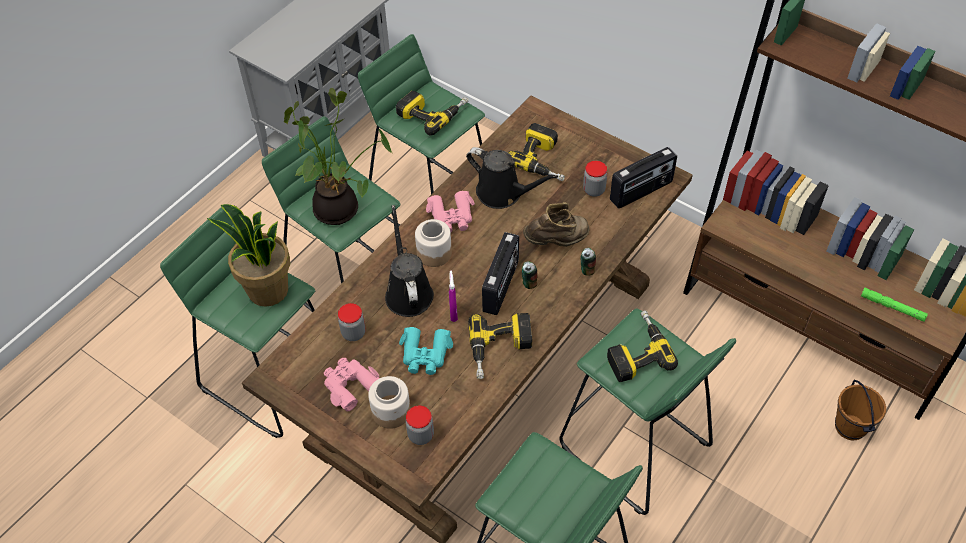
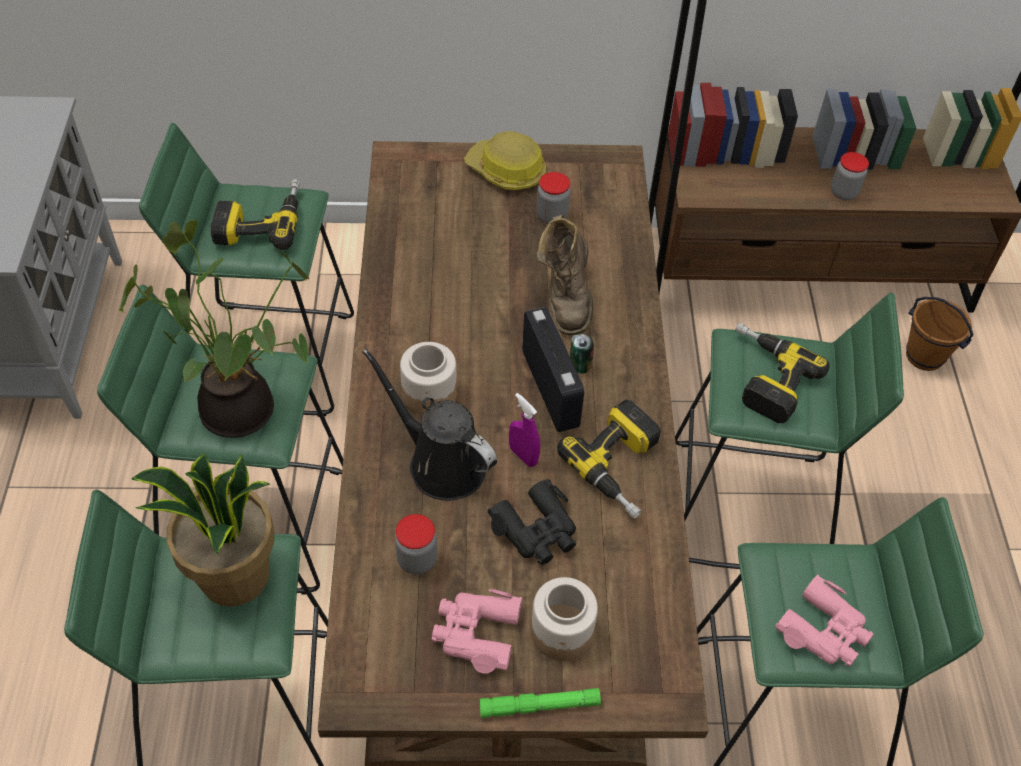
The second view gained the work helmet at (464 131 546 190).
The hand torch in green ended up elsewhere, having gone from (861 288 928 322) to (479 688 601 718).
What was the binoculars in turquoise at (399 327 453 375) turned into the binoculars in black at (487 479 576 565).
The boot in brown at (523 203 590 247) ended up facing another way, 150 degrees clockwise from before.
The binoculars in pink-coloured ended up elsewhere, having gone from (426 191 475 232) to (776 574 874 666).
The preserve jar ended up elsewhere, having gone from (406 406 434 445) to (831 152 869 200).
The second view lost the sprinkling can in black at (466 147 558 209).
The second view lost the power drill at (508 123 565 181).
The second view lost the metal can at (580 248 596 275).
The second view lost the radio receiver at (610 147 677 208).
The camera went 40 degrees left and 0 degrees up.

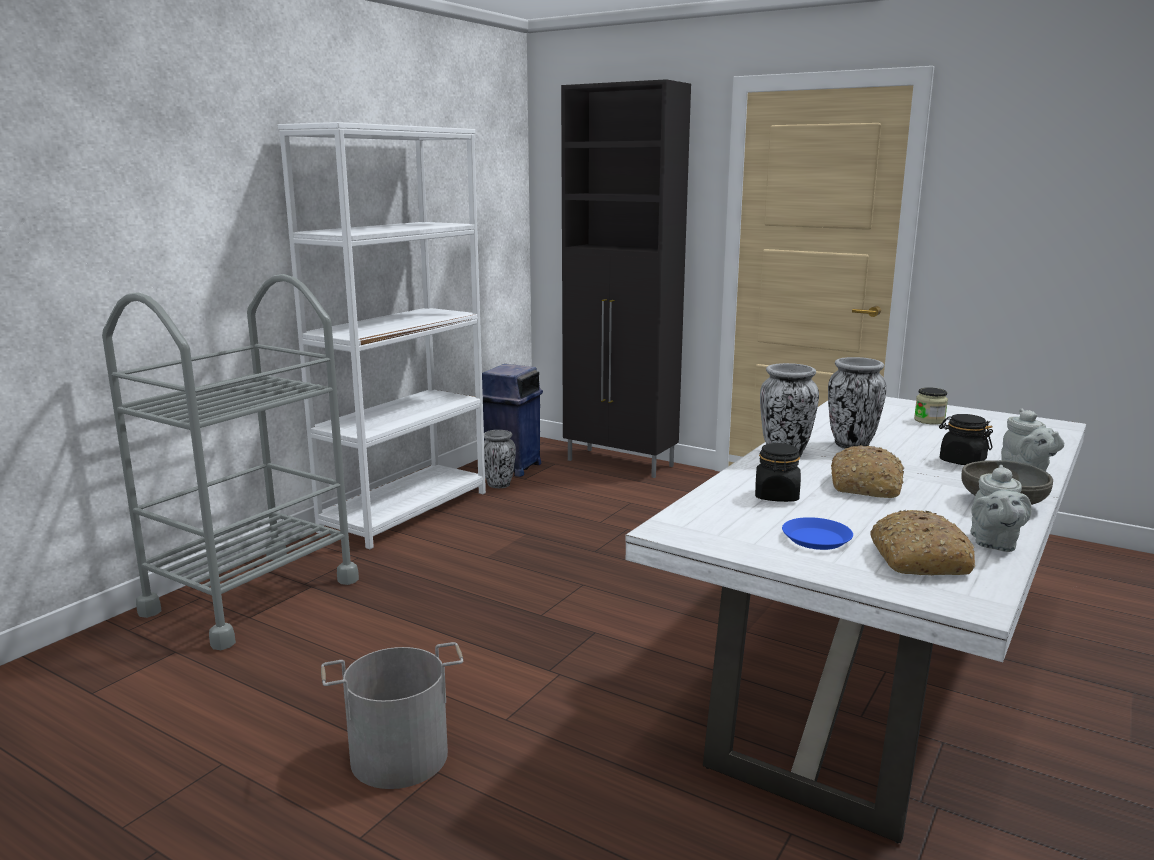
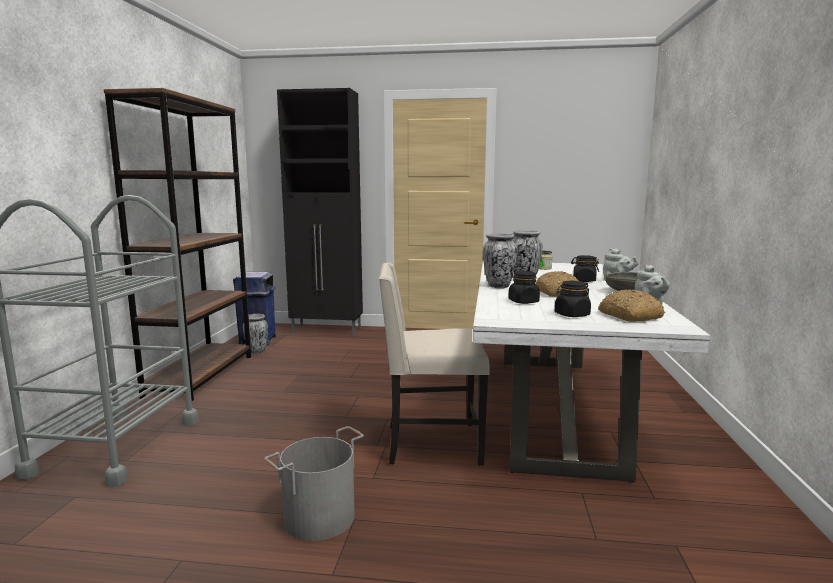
What was the shelving unit in white-coloured at (278 122 486 549) turned into the shelving unit in brown at (103 88 251 401).
The second view gained the chair in beige-coloured at (379 263 489 466).
Where the dinner plate in bluish stood at (782 517 853 550), the preserve jar in black came to stand at (555 281 591 317).
The camera went 25 degrees left and 5 degrees down.

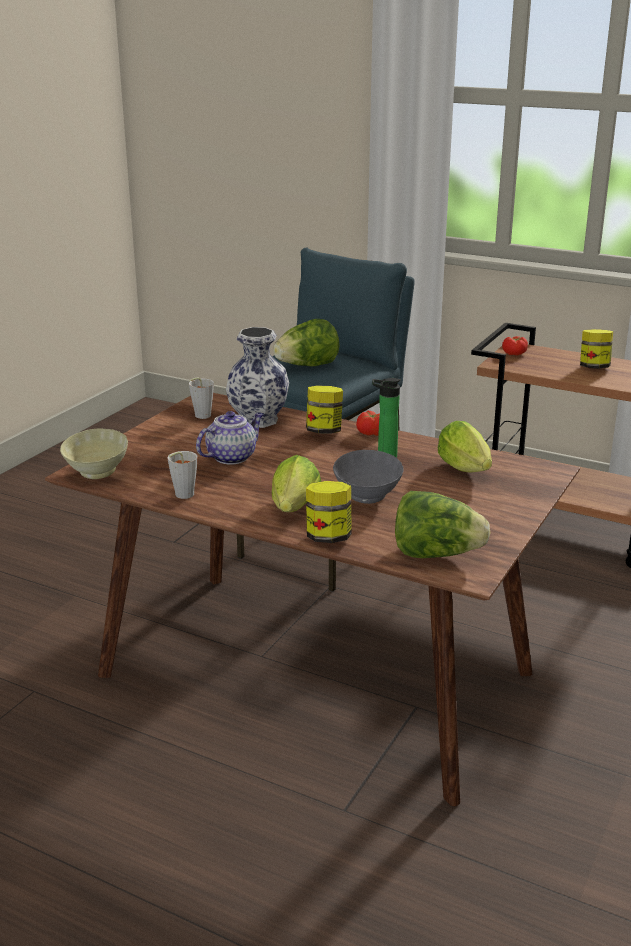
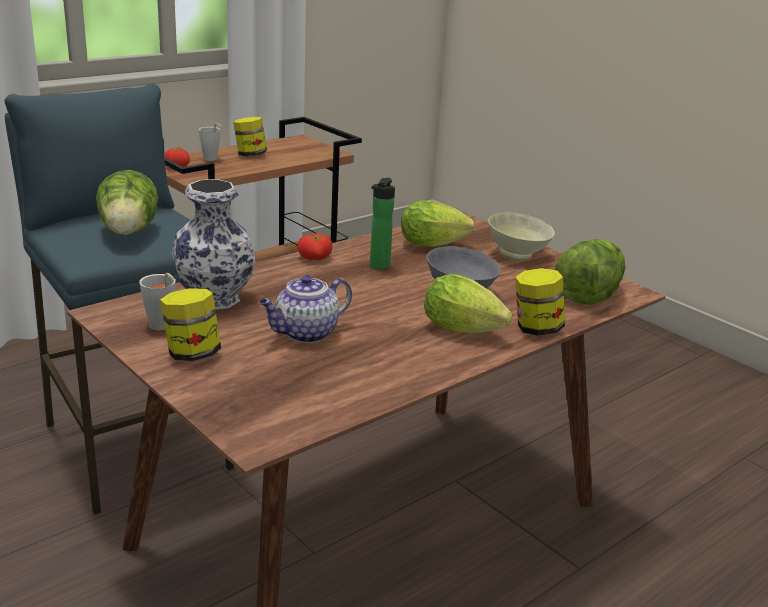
The preserve jar ended up elsewhere, having gone from (306 386 343 434) to (160 288 221 361).
The cup in gray ended up elsewhere, having gone from (168 451 197 499) to (199 123 221 161).
The tea pot at (196 411 264 465) ended up facing another way, 105 degrees counterclockwise from before.
The serving bowl in beige-coloured ended up elsewhere, having gone from (60 429 128 479) to (488 212 555 260).
The camera went 70 degrees left and 0 degrees up.

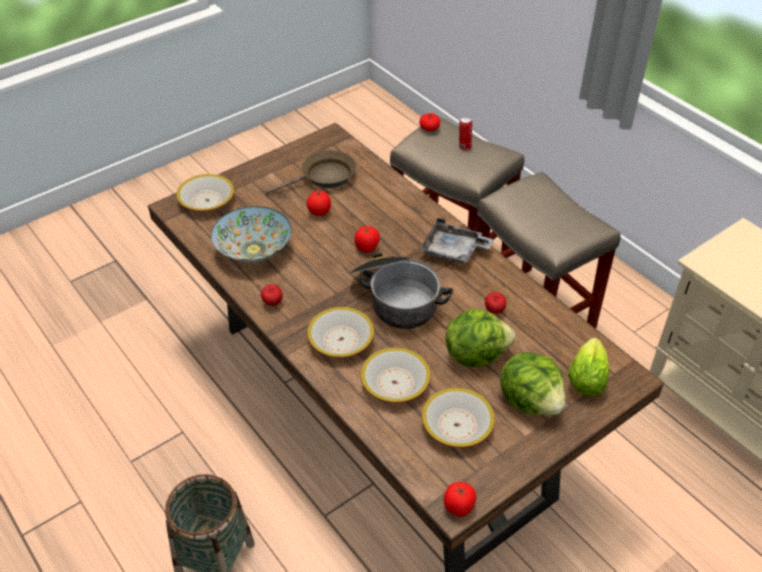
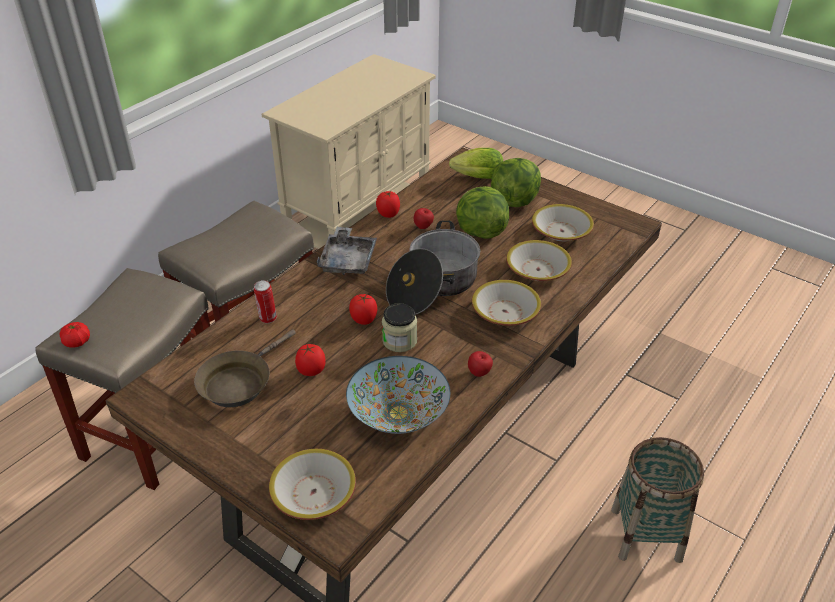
The skillet in brown at (265 150 356 194) ended up facing another way, 105 degrees counterclockwise from before.
The metal can ended up elsewhere, having gone from (459 116 472 150) to (254 280 277 323).
The fresh tomato ended up elsewhere, having gone from (444 482 476 517) to (376 191 400 218).
The second view gained the preserve jar at (382 303 417 352).
The camera went 105 degrees left and 5 degrees down.

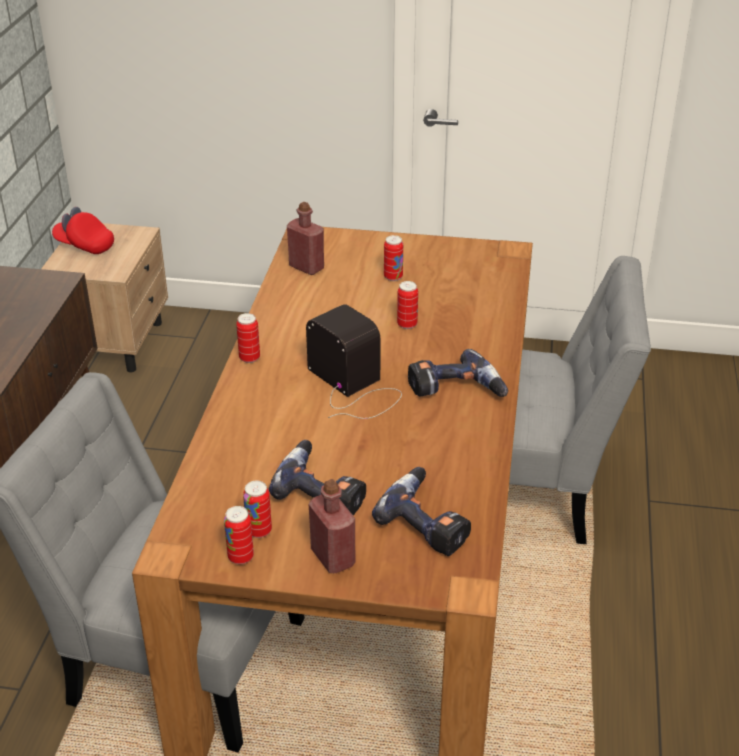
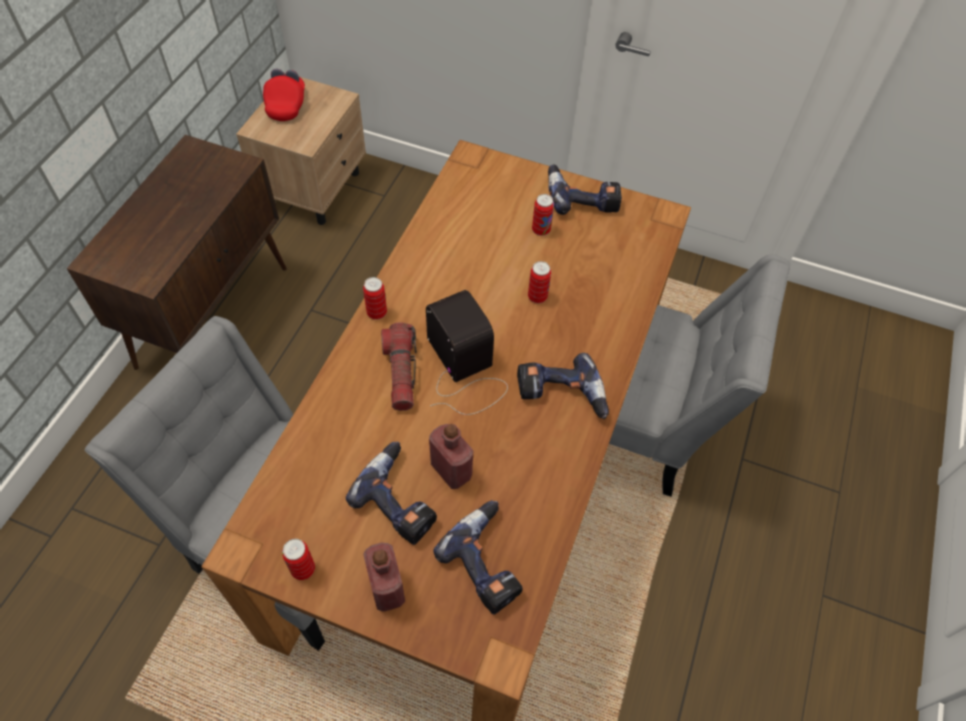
The cap in reddish at (52 207 114 254) ended up facing another way, 60 degrees clockwise from before.
The second view gained the hand torch at (381 322 417 411).
The beverage bottle in reddish ended up elsewhere, having gone from (287 202 324 275) to (429 424 474 489).
The second view gained the power drill at (548 165 622 215).
The second view lost the metal can at (243 480 272 538).
The camera went 10 degrees right and 20 degrees up.

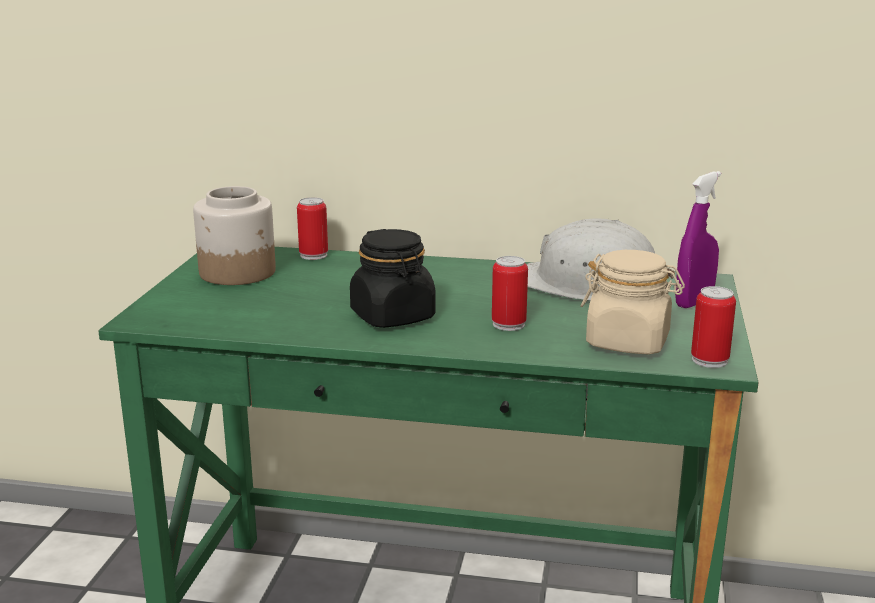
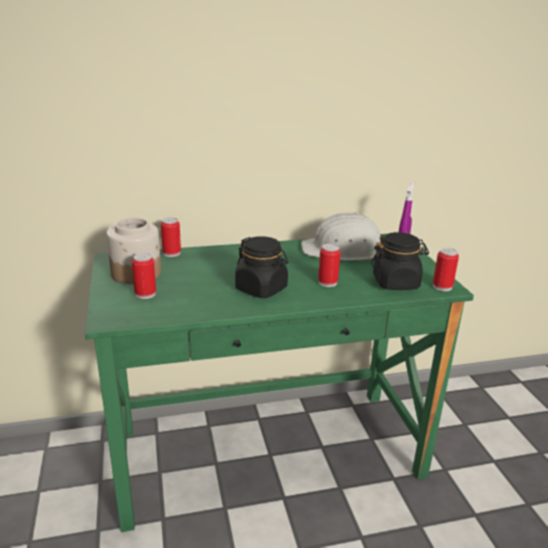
The second view gained the metal can at (132 253 156 299).
What was the preserve jar in beige-coloured at (581 250 685 355) turned into the preserve jar in black at (371 232 429 290).
The camera went 25 degrees left and 5 degrees up.

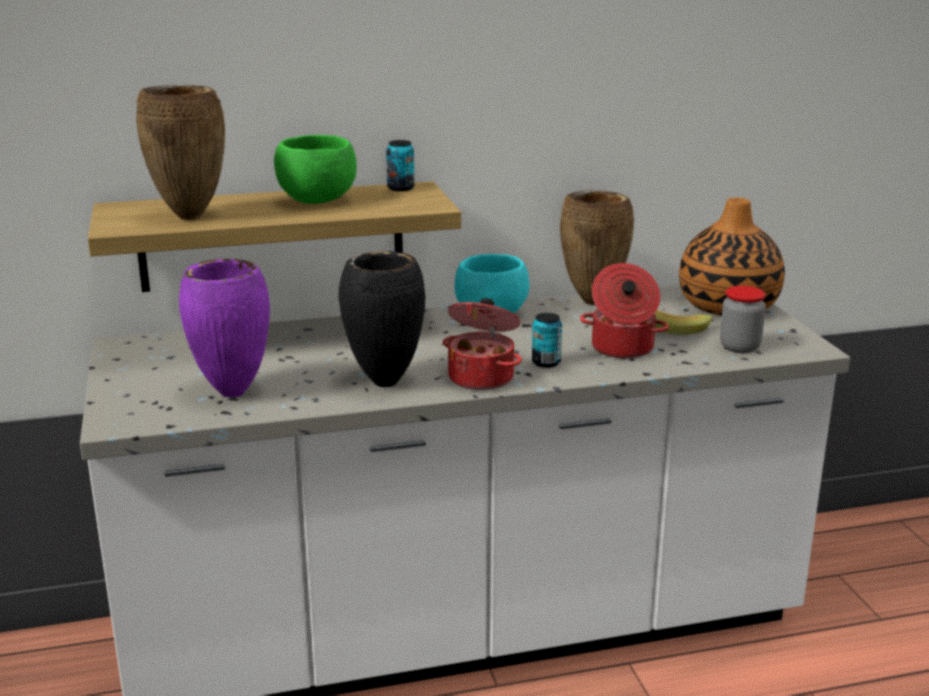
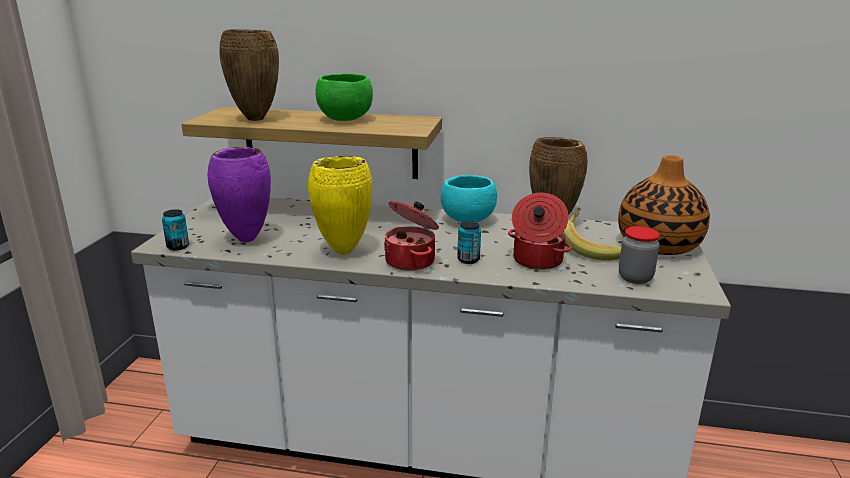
The metal can ended up elsewhere, having gone from (386 140 414 191) to (162 209 189 251).
What was the flower vase in black at (338 251 425 387) turned into the flower vase in yellow at (308 156 372 255).
The camera went 25 degrees right and 0 degrees up.

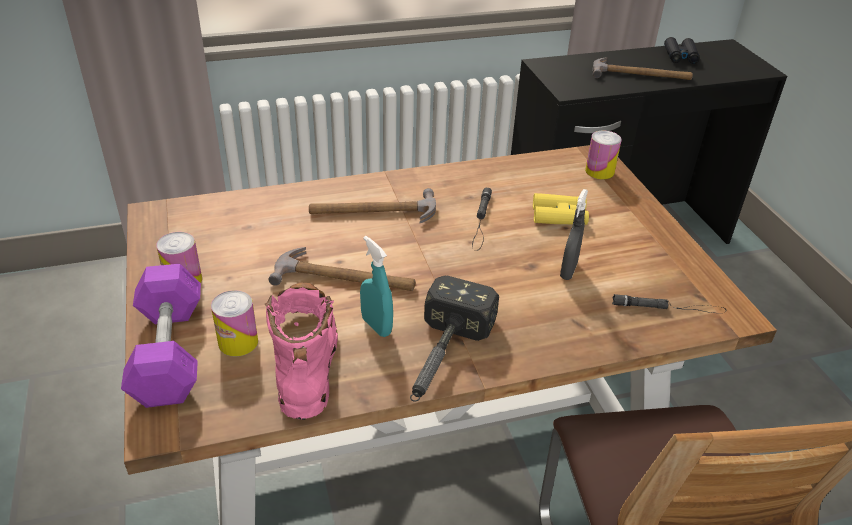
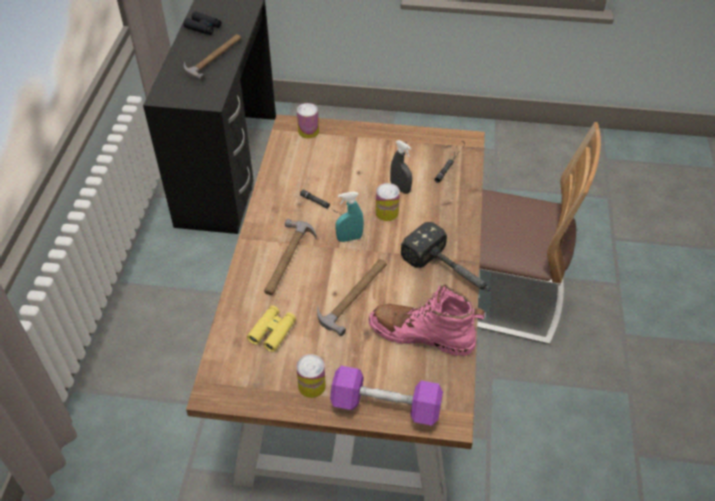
The binoculars in yellow ended up elsewhere, having gone from (533 193 589 225) to (247 306 296 352).
The sprayer in turquoise ended up elsewhere, having gone from (360 236 393 337) to (335 192 364 242).
The metal can ended up elsewhere, having gone from (211 290 258 356) to (376 183 400 221).
The camera went 65 degrees left and 10 degrees up.

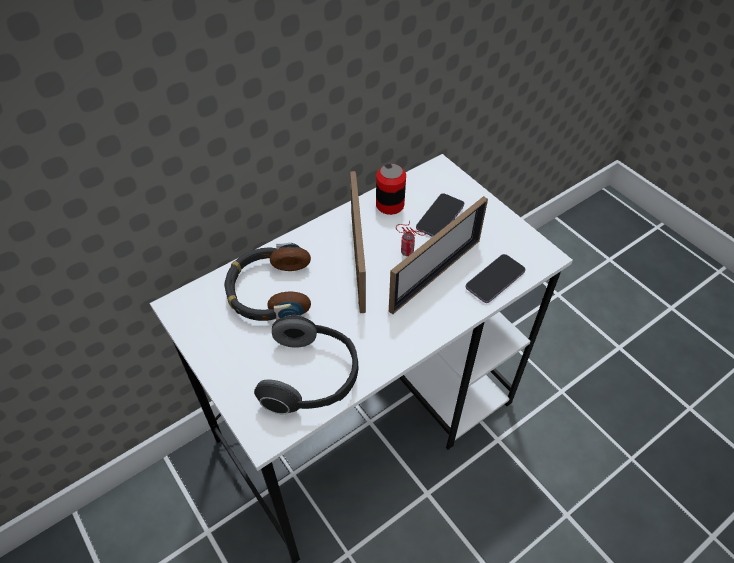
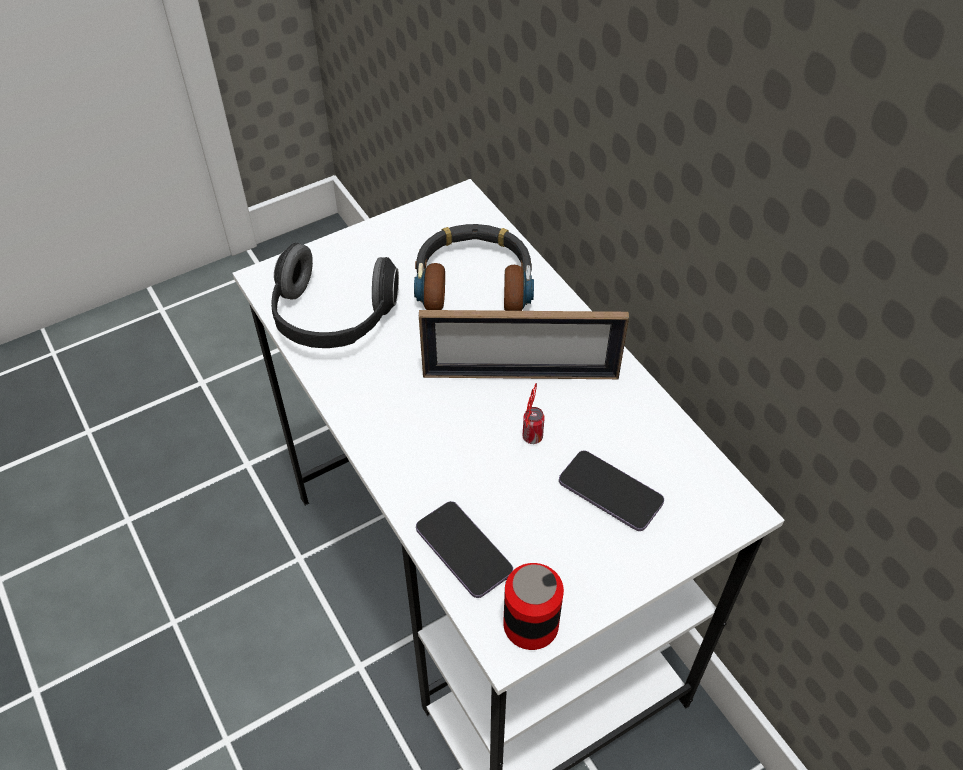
The metal can ended up elsewhere, having gone from (376 164 406 215) to (503 563 564 650).
The second view lost the standing frame at (389 196 488 315).
The camera went 95 degrees right and 0 degrees up.

